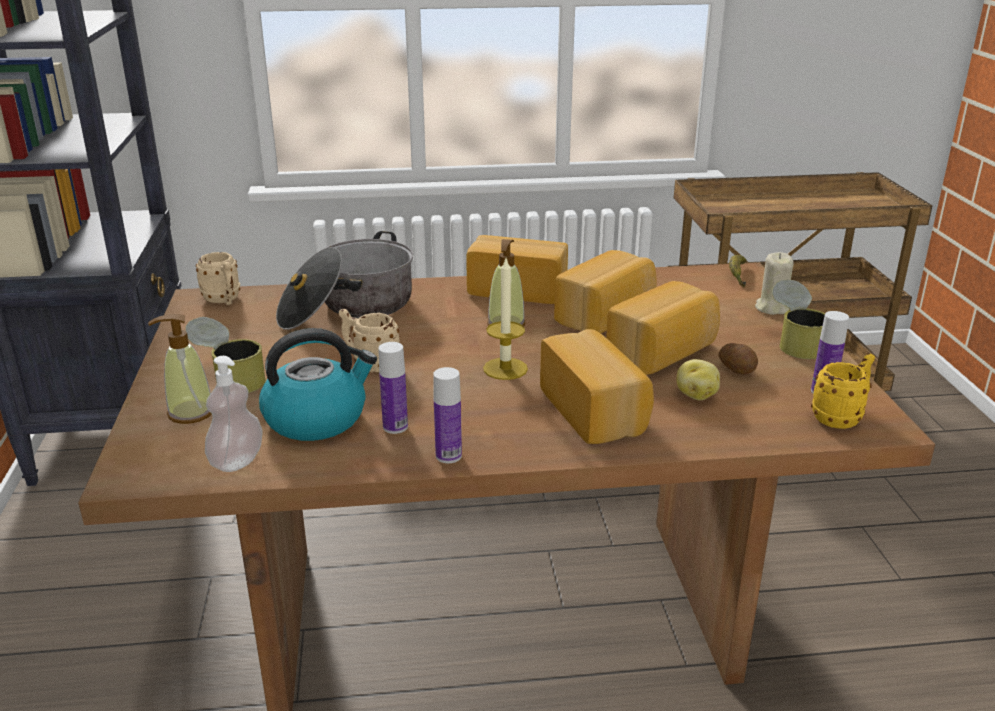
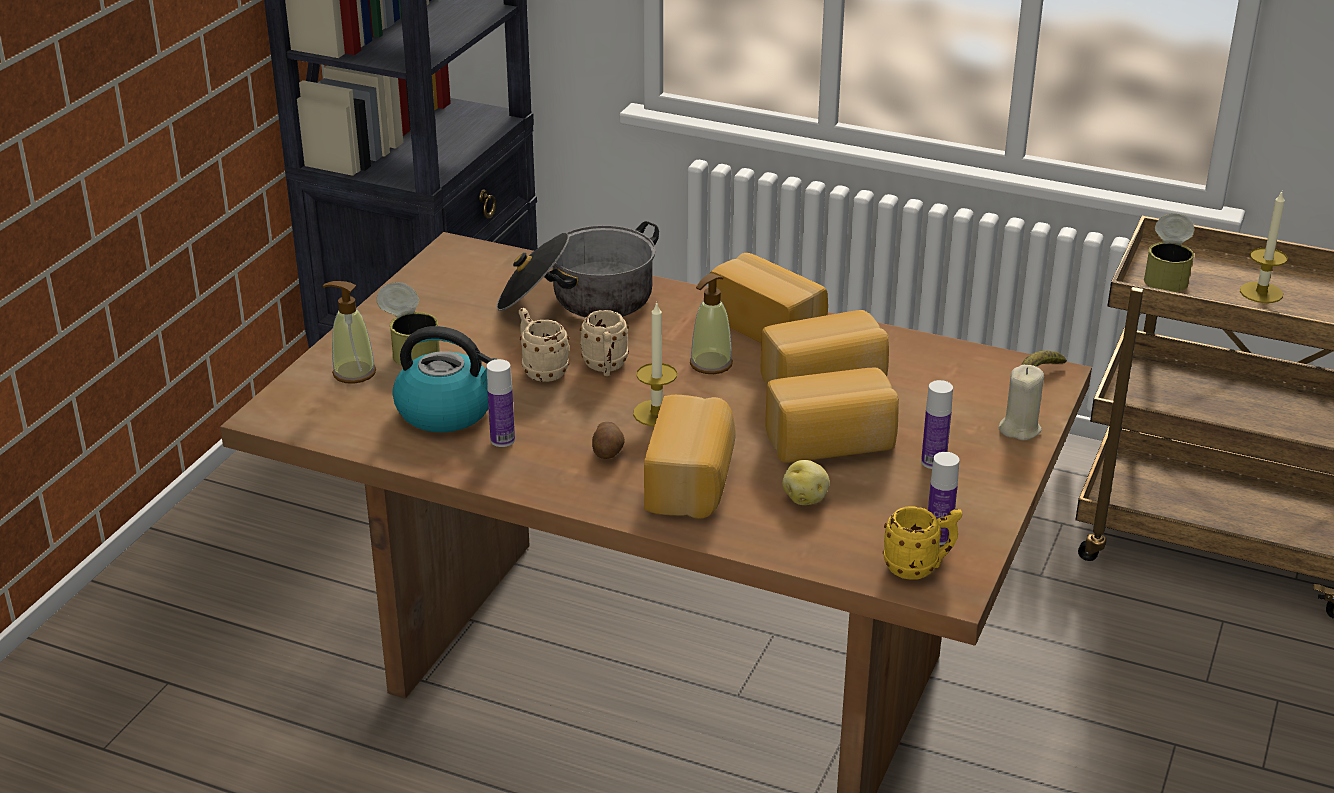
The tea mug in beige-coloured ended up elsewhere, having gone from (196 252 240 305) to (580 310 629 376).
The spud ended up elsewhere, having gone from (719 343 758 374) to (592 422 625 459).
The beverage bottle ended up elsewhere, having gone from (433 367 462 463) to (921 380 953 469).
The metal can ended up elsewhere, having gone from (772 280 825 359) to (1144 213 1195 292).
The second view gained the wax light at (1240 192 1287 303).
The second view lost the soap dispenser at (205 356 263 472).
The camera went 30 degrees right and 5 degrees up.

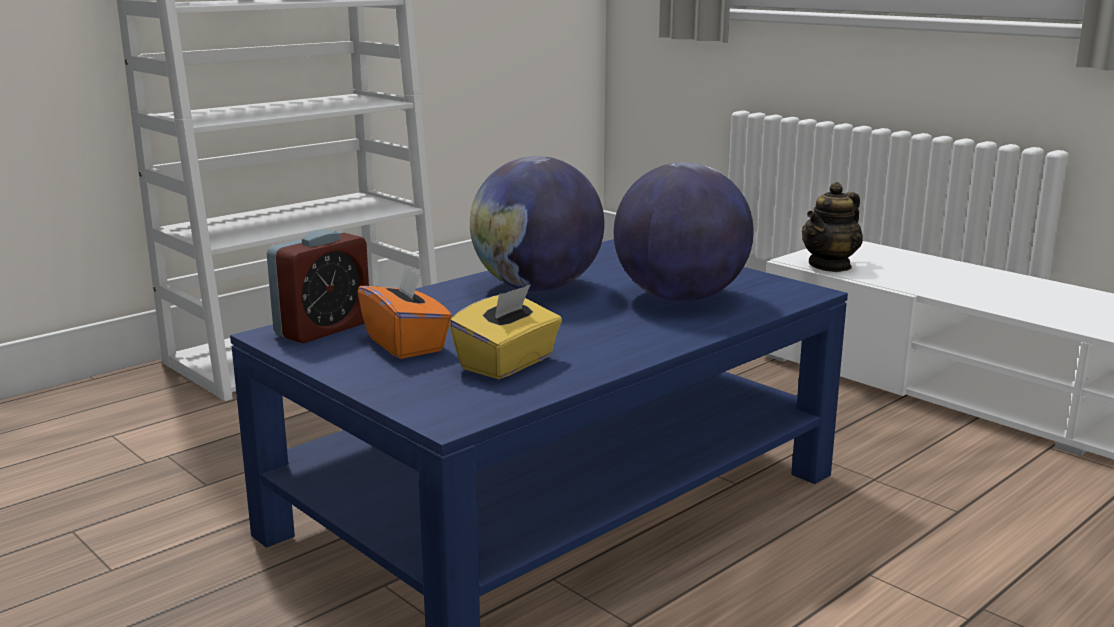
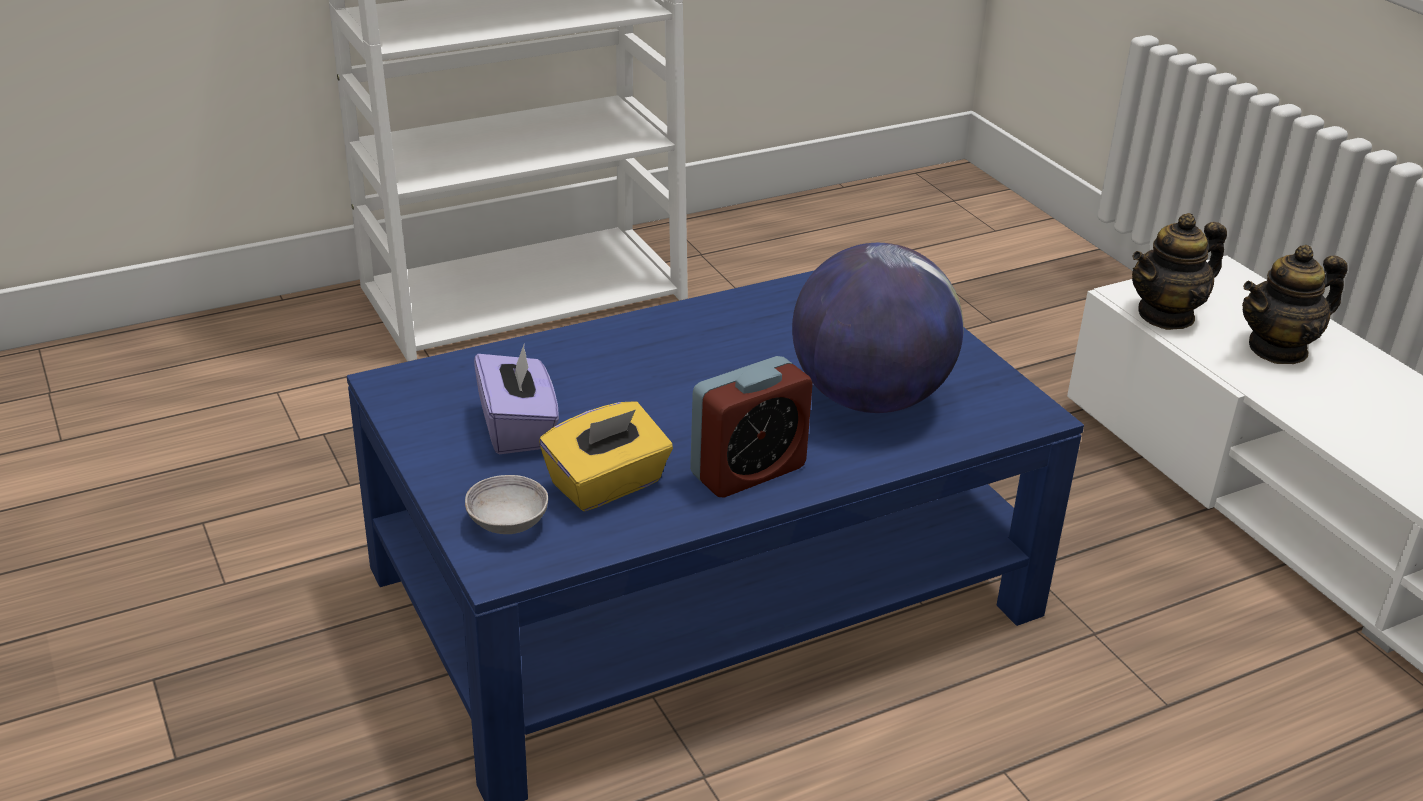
The second view gained the serving bowl in gray at (465 475 548 534).
What was the tissue holder in orange at (358 265 452 359) turned into the tissue holder in purple at (474 342 559 454).
The bedside clock ended up elsewhere, having gone from (267 230 369 343) to (690 356 813 497).
The second view gained the tea pot at (1242 245 1348 364).
The second view lost the globe at (470 156 605 291).
The camera went 15 degrees right and 15 degrees up.

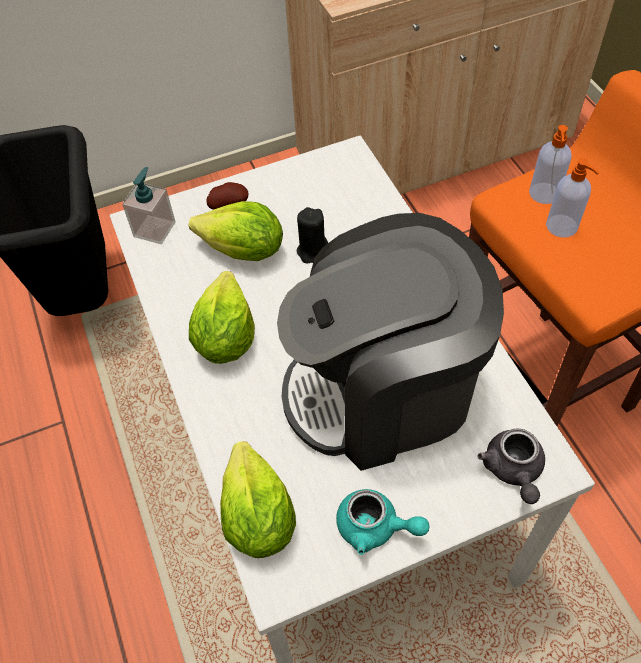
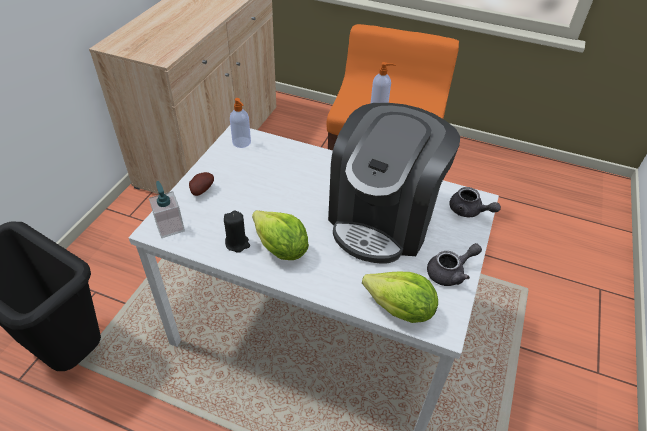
The wax light in black ended up elsewhere, having gone from (297 207 328 264) to (224 210 250 253).
The soap dispenser ended up elsewhere, having gone from (529 125 572 204) to (230 98 251 148).
What was the tea pot in turquoise at (336 489 429 555) turned into the tea pot in gray at (427 243 482 286).
The second view lost the lettuce at (189 201 283 261).
The camera went 50 degrees left and 10 degrees down.

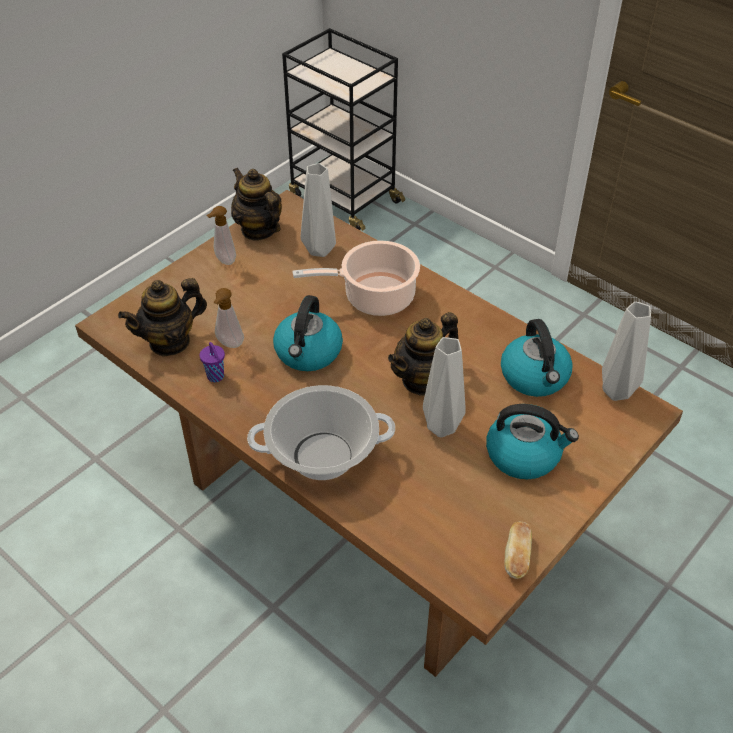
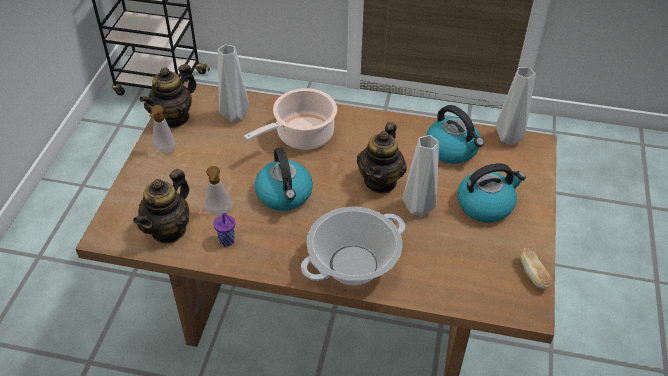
The tea pot at (231 168 282 240) ended up facing another way, 75 degrees counterclockwise from before.
The camera went 30 degrees left and 0 degrees up.

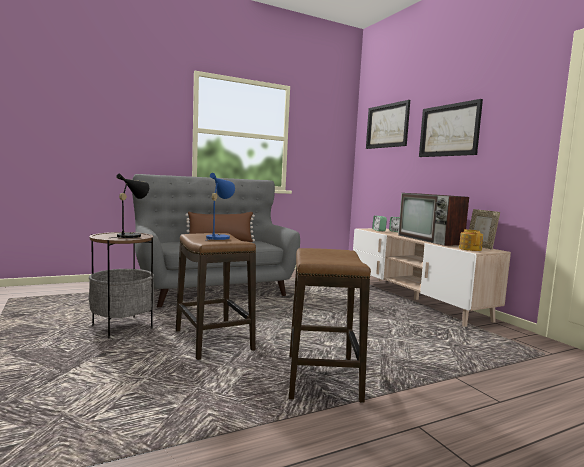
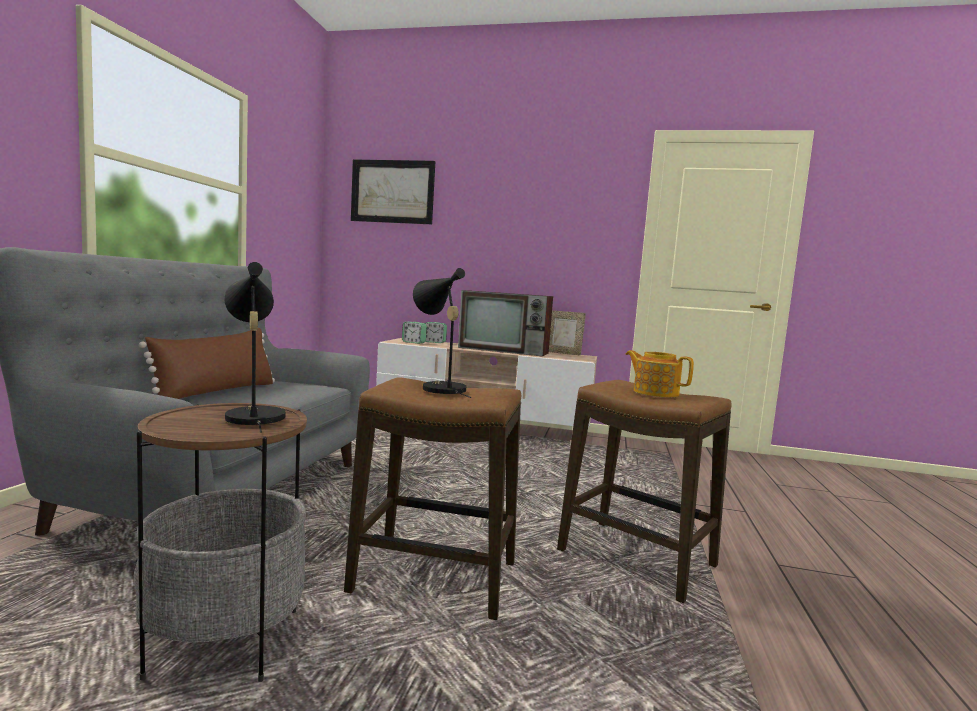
What was the lamp for a table in bluish at (205 173 235 241) turned into the lamp for a table in black at (413 268 472 398).
The tea pot ended up elsewhere, having gone from (459 229 483 251) to (626 350 694 397).
The second view lost the wall picture at (419 99 483 157).
The camera went 50 degrees left and 0 degrees up.

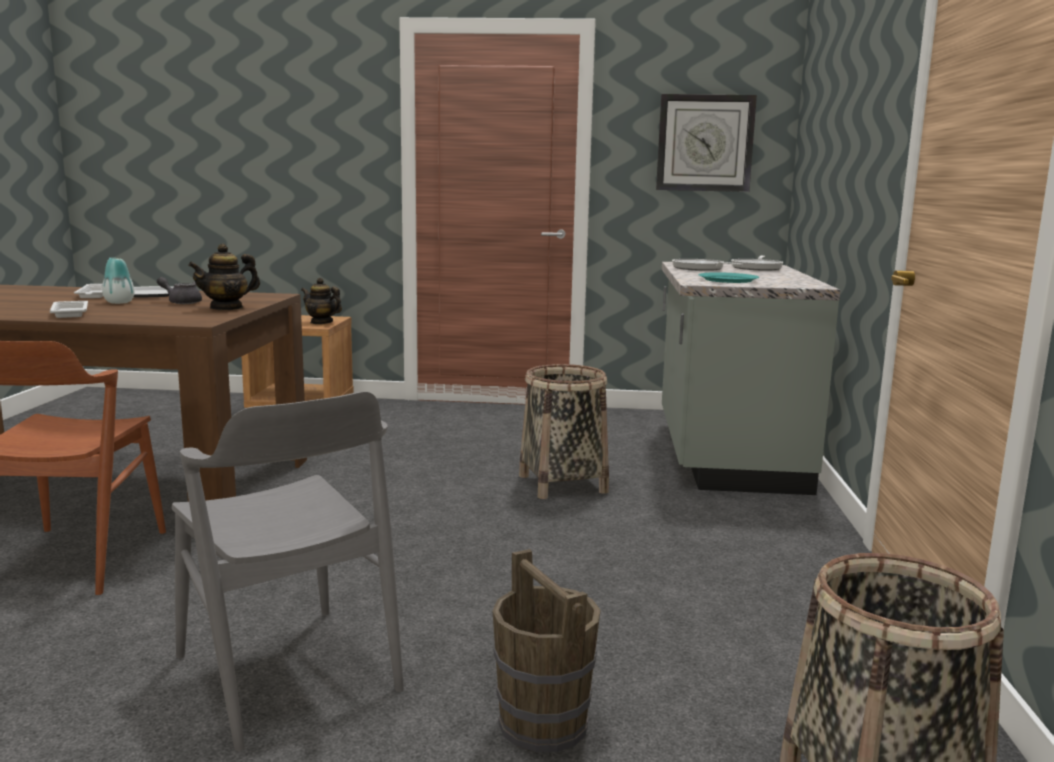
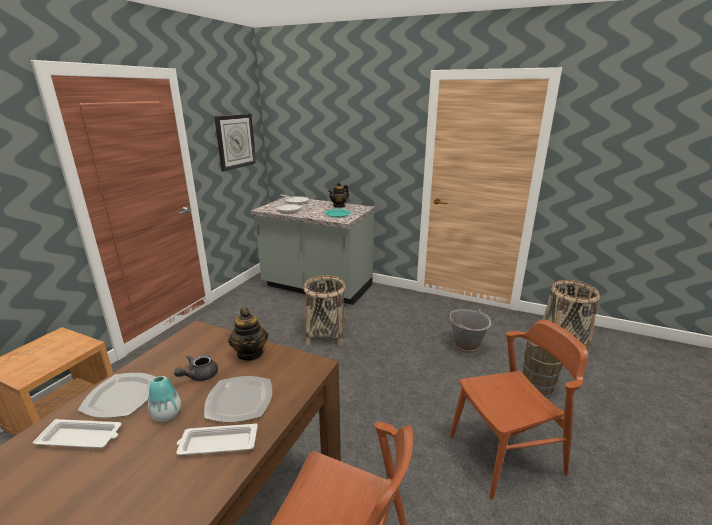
The second view gained the dinner plate at (204 376 272 422).
The tea pot ended up elsewhere, having gone from (301 278 342 324) to (328 182 349 208).
The second view gained the pail in gray at (450 308 491 355).
What was the chair in gray at (172 392 404 751) turned into the chair in brown at (450 319 588 500).
The camera went 70 degrees left and 10 degrees up.

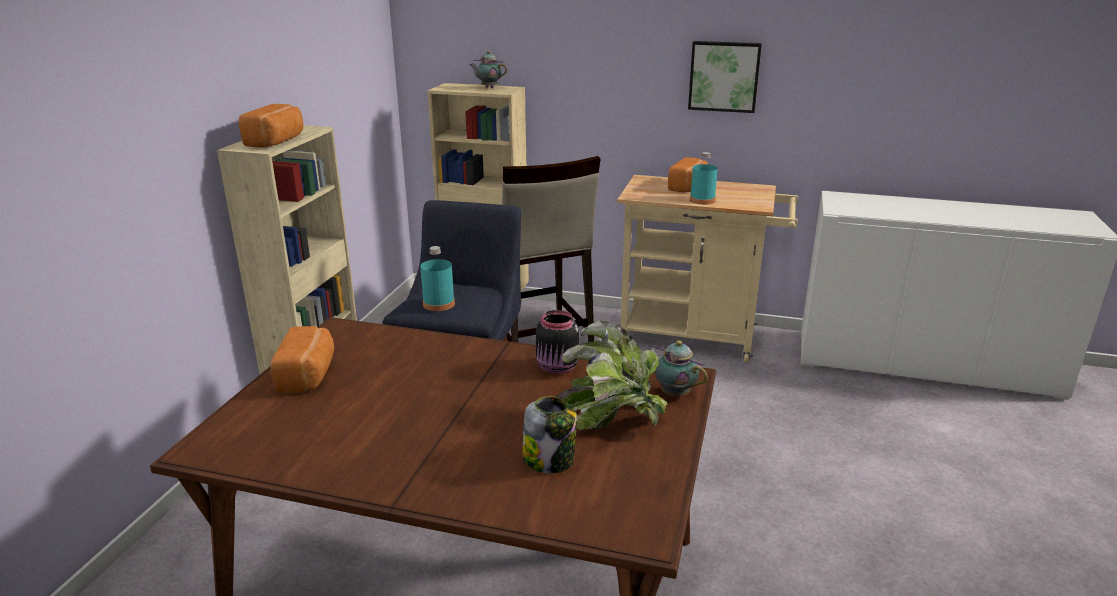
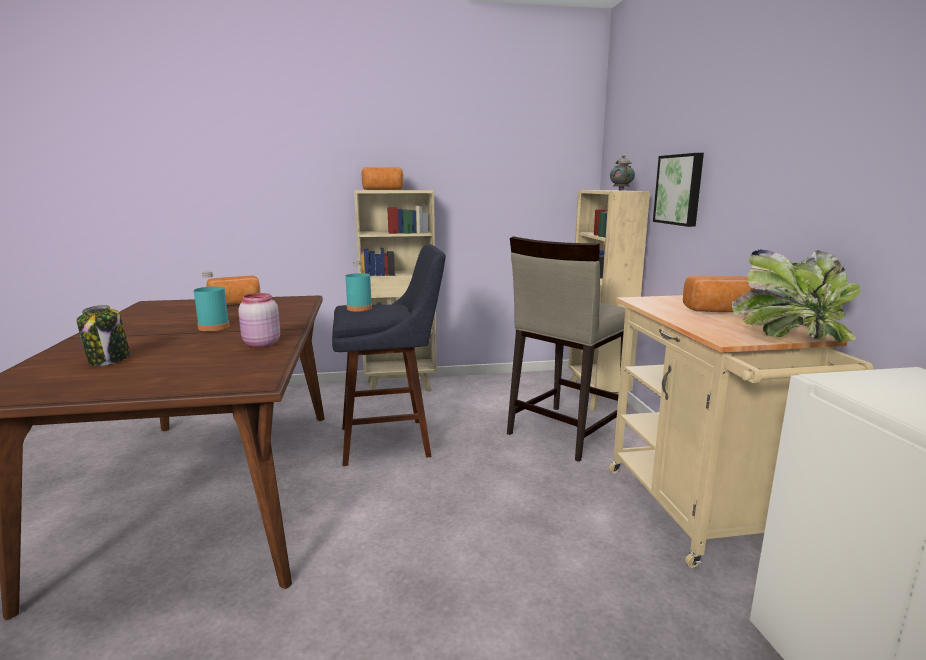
The beverage bottle in turquoise ended up elsewhere, having gone from (690 152 718 205) to (194 271 230 331).
What was the preserve jar in black at (536 310 579 374) turned into the preserve jar in pink-coloured at (238 293 280 348).
The wall picture ended up elsewhere, having gone from (688 41 762 113) to (653 153 704 227).
The potted plant ended up elsewhere, having gone from (554 320 668 430) to (731 249 861 342).
The second view lost the tea pot at (649 340 708 396).
The camera went 65 degrees right and 10 degrees down.

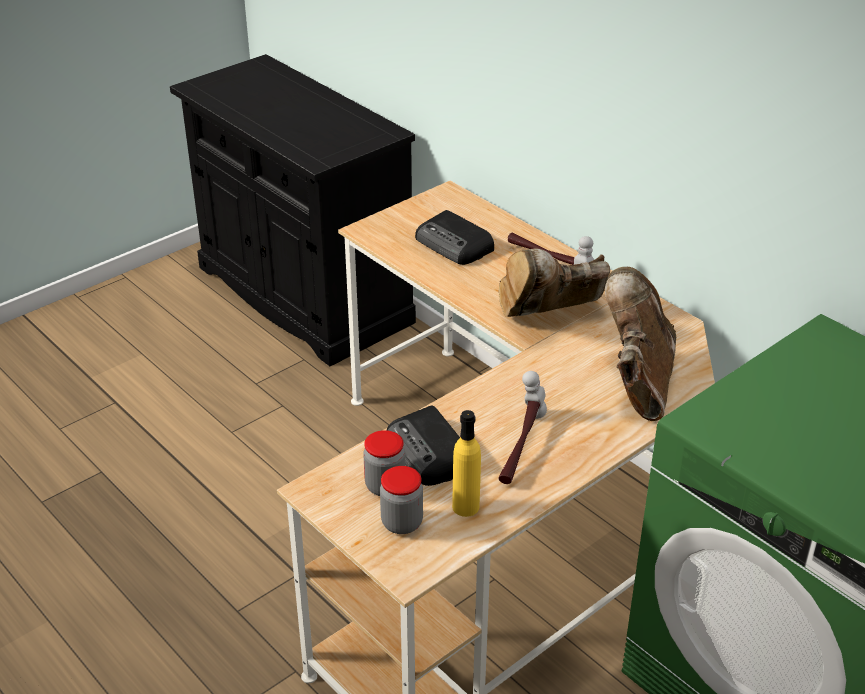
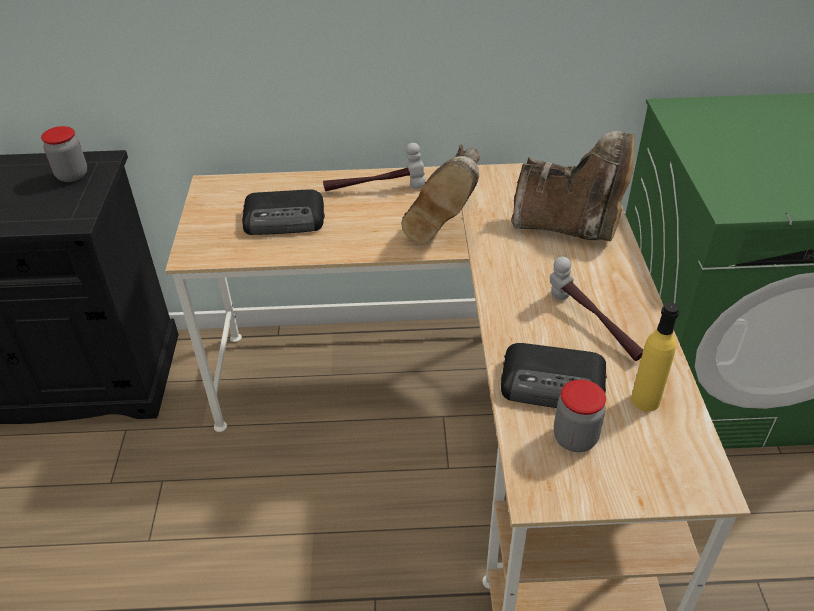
The preserve jar ended up elsewhere, having gone from (380 466 423 534) to (41 126 87 182).
The boot in brown at (605 267 676 421) ended up facing another way, 150 degrees clockwise from before.
The camera went 50 degrees left and 5 degrees up.

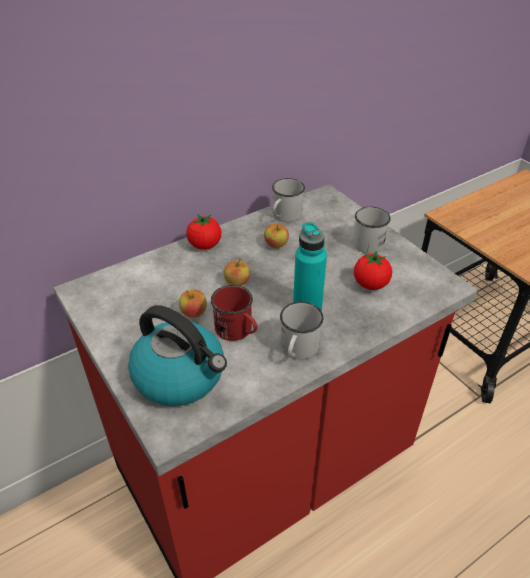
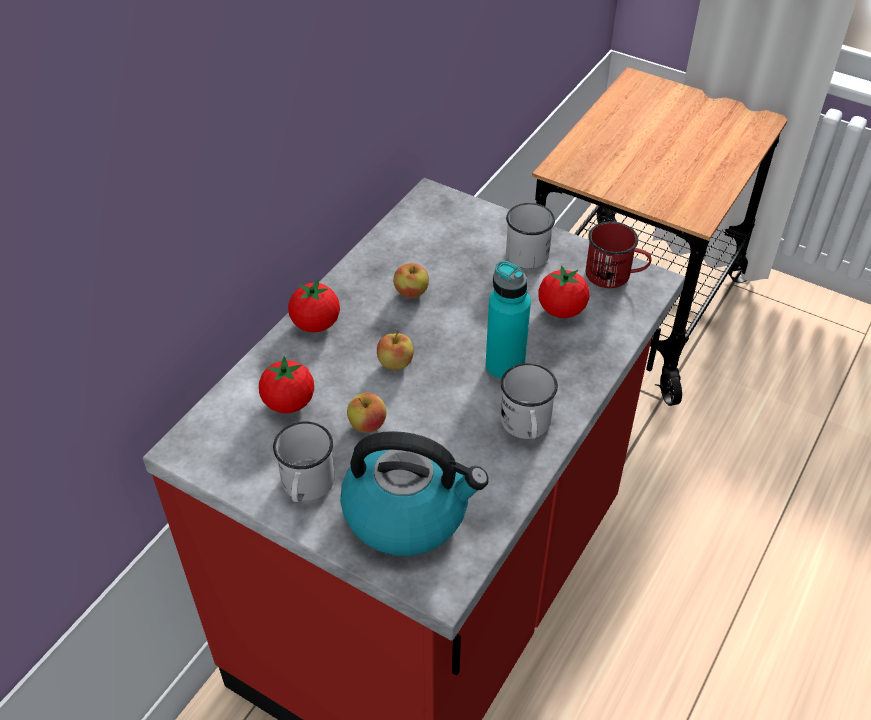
The second view gained the fresh tomato at (259 356 314 413).
The tea mug in white-coloured ended up elsewhere, having gone from (272 178 305 222) to (273 421 335 502).
The tea mug in reddish ended up elsewhere, having gone from (211 285 257 341) to (586 221 652 288).
The camera went 25 degrees left and 5 degrees up.

